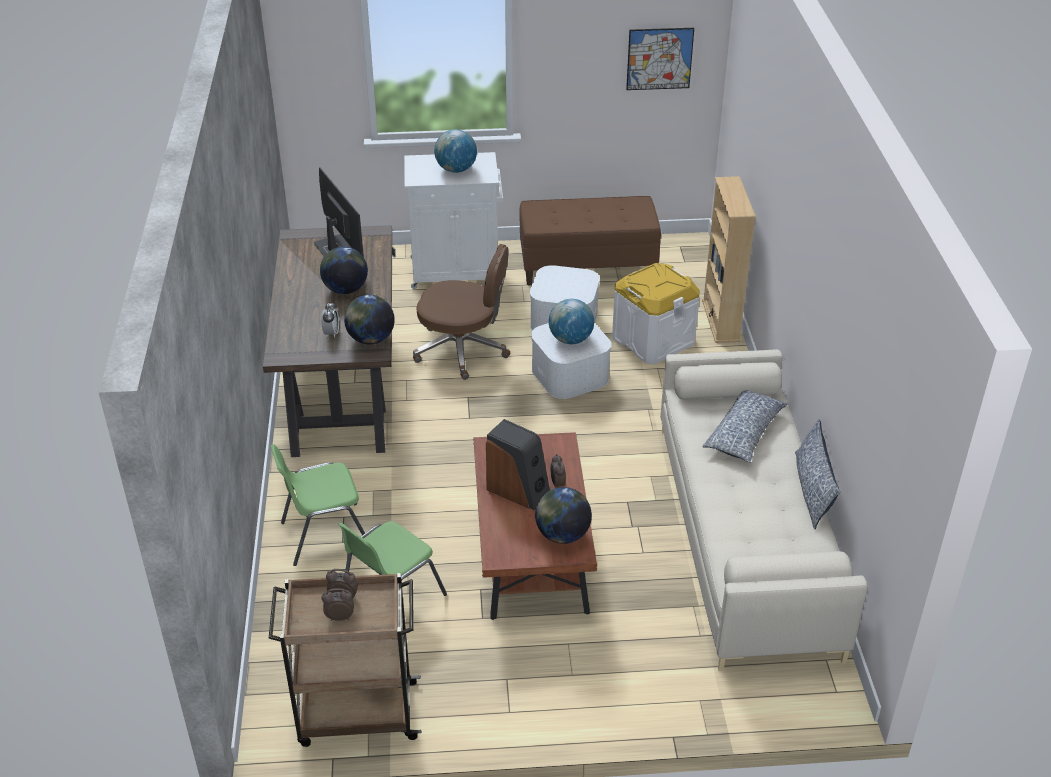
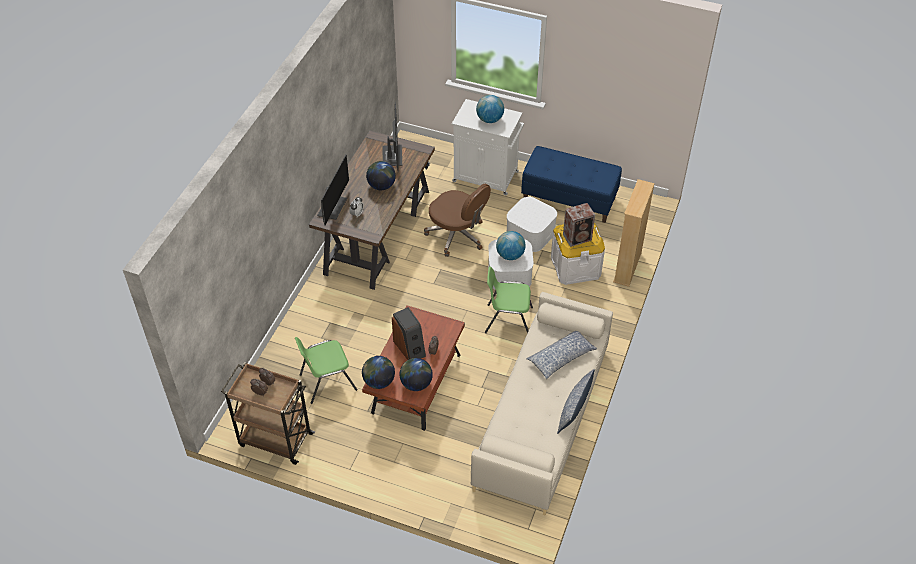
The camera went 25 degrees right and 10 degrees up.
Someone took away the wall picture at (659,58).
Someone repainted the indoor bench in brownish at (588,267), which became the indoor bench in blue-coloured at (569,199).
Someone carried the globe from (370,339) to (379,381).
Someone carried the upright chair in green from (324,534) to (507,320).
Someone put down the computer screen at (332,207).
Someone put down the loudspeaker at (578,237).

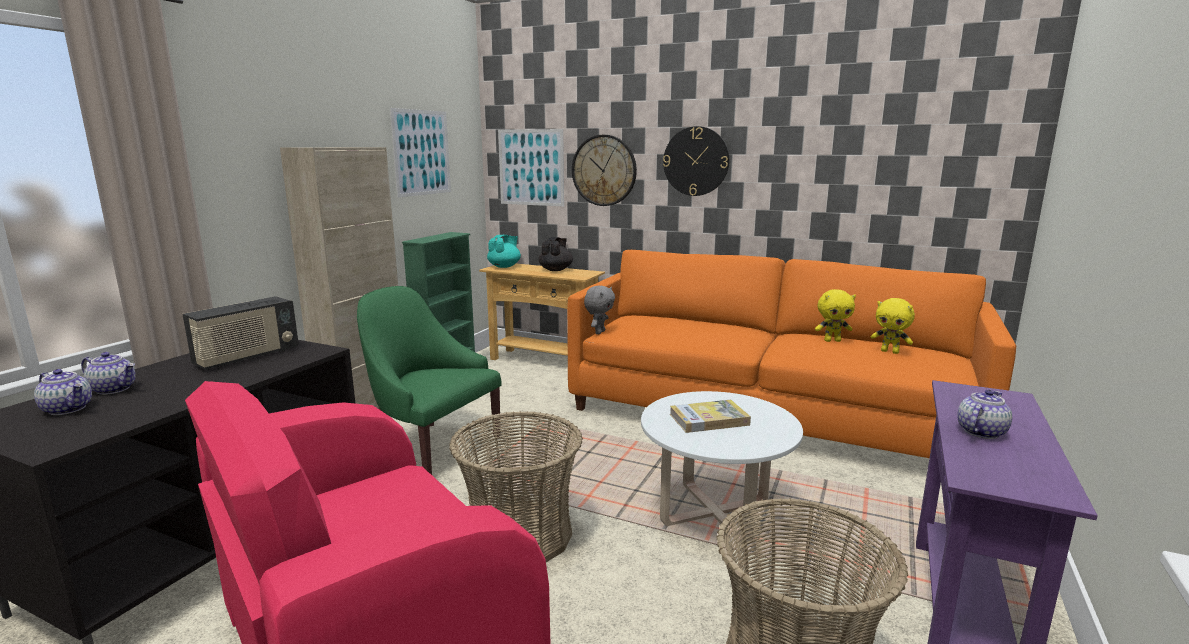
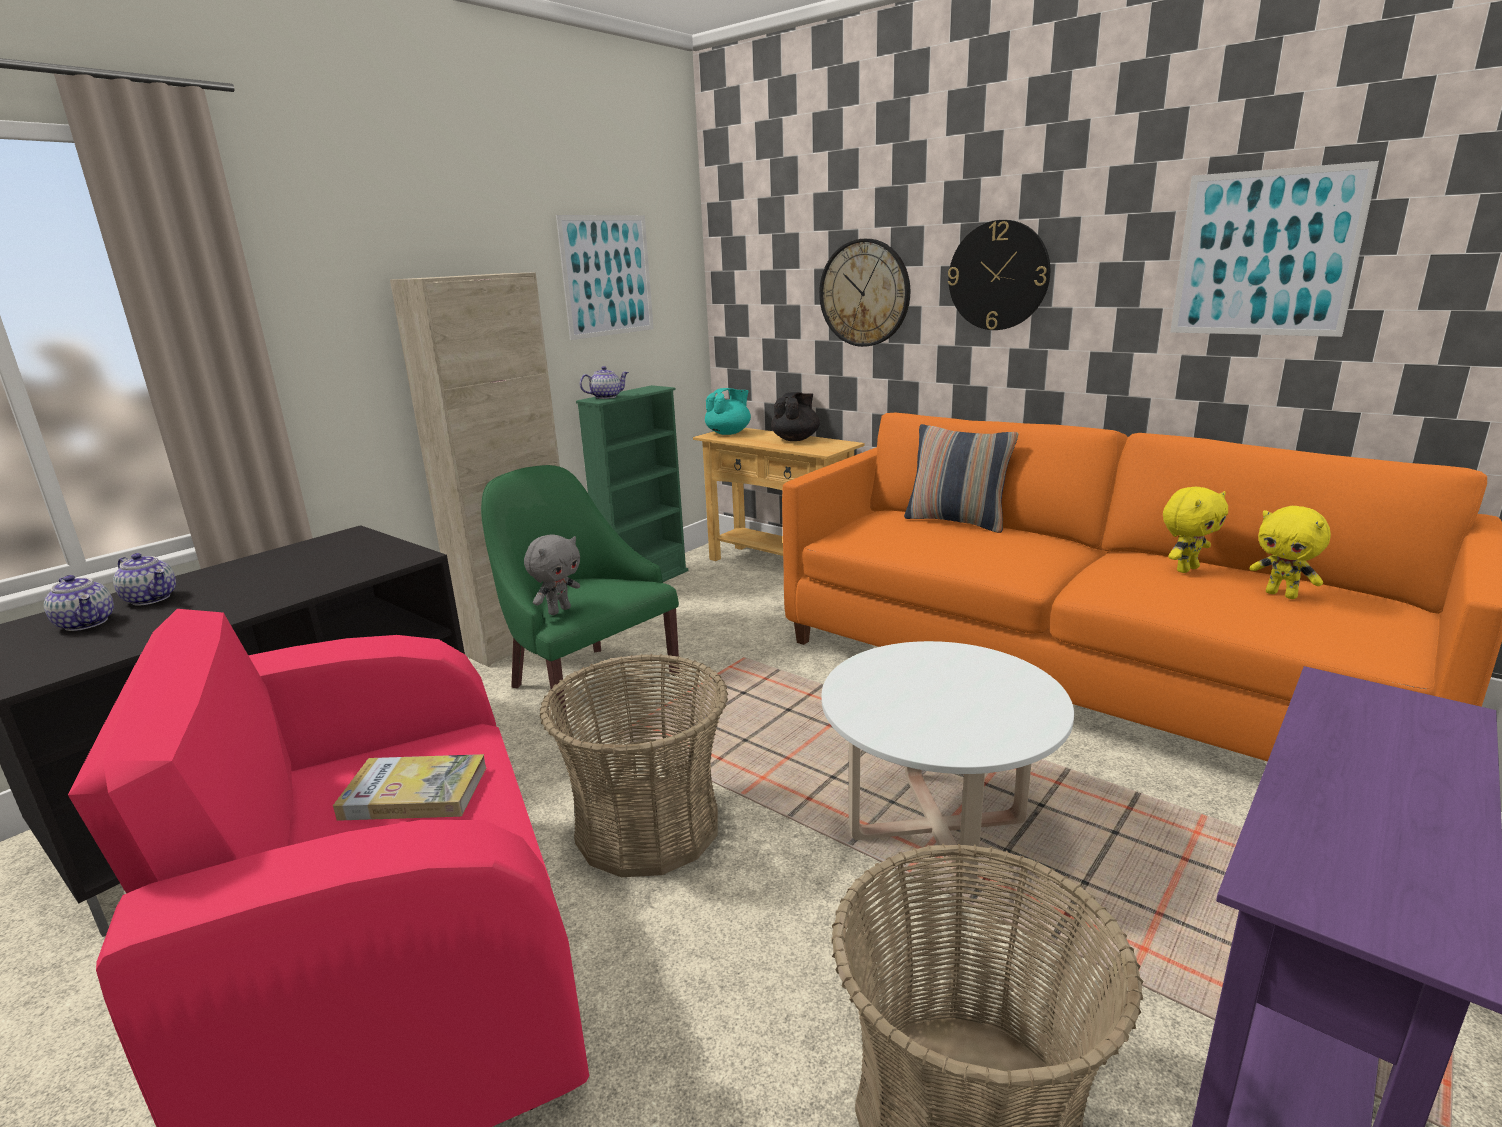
The camera went 15 degrees right and 5 degrees up.
Someone carried the wall picture from (531,167) to (1265,254).
Someone carried the plush toy in grey from (599,332) to (559,610).
Someone rotated the plush toy in yellow at (832,340) by 45 degrees counterclockwise.
Someone took away the radio set at (247,357).
Someone carried the teapot from (980,431) to (606,397).
Someone carried the bound book from (709,419) to (414,793).
Someone put down the pillow at (956,521).

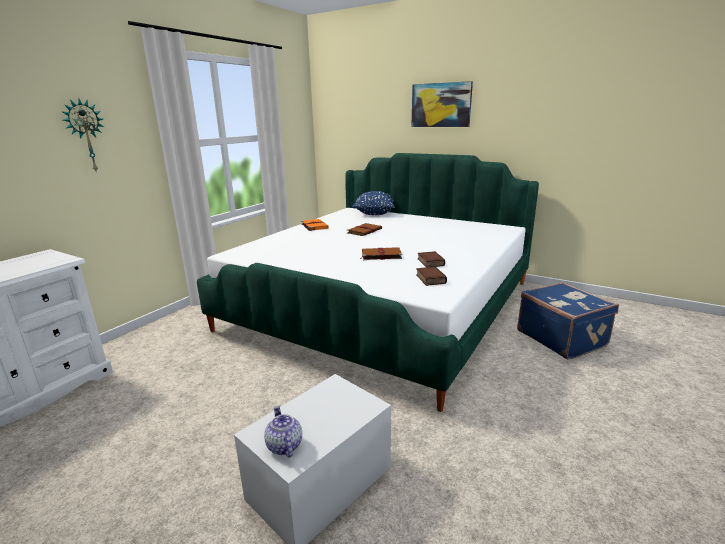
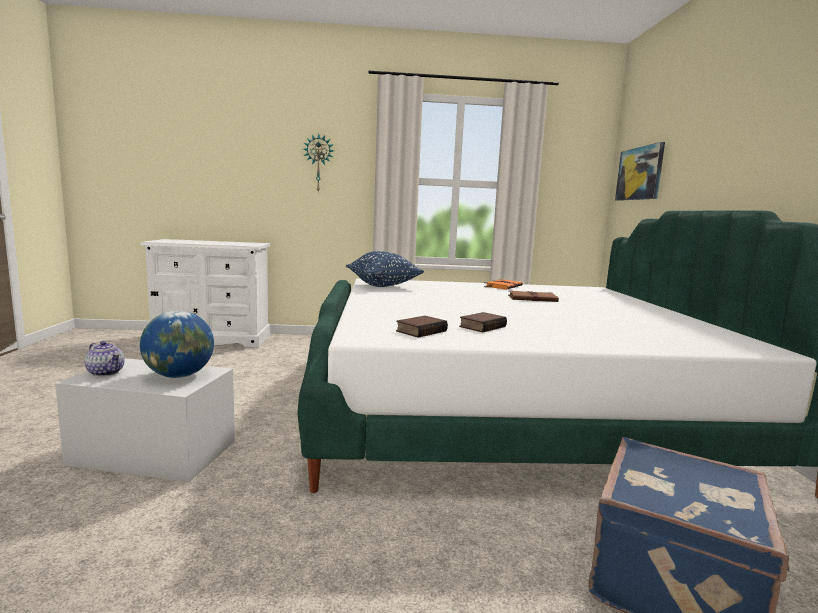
The camera went 55 degrees right and 10 degrees down.
Someone carried the wall picture from (441,105) to (639,173).
Someone carried the pillow in blue-coloured from (374,213) to (383,285).
Someone took away the bound book in brownish at (380,255).
Someone rotated the teapot at (284,445) by 90 degrees clockwise.
Someone put down the globe at (179,376).

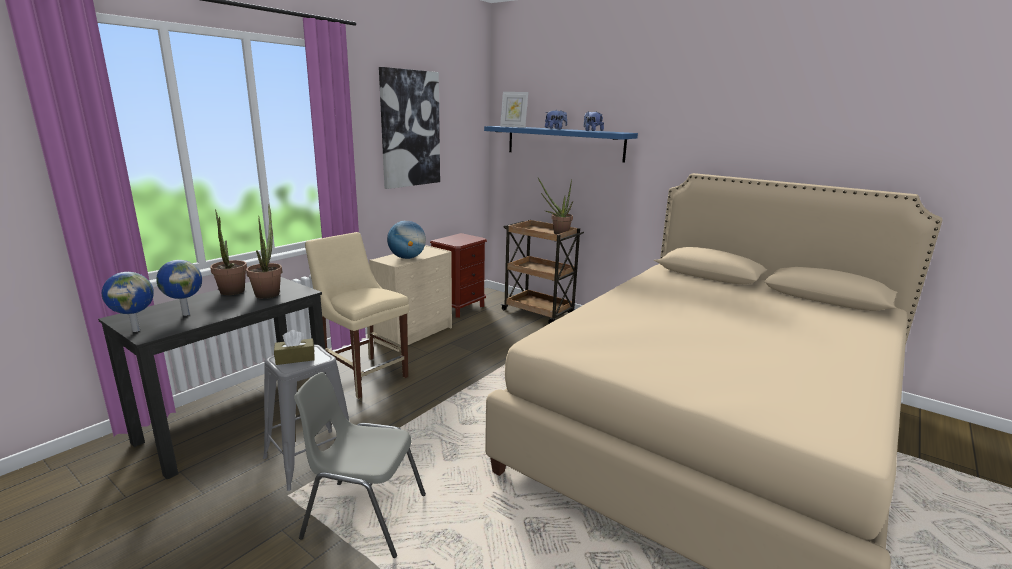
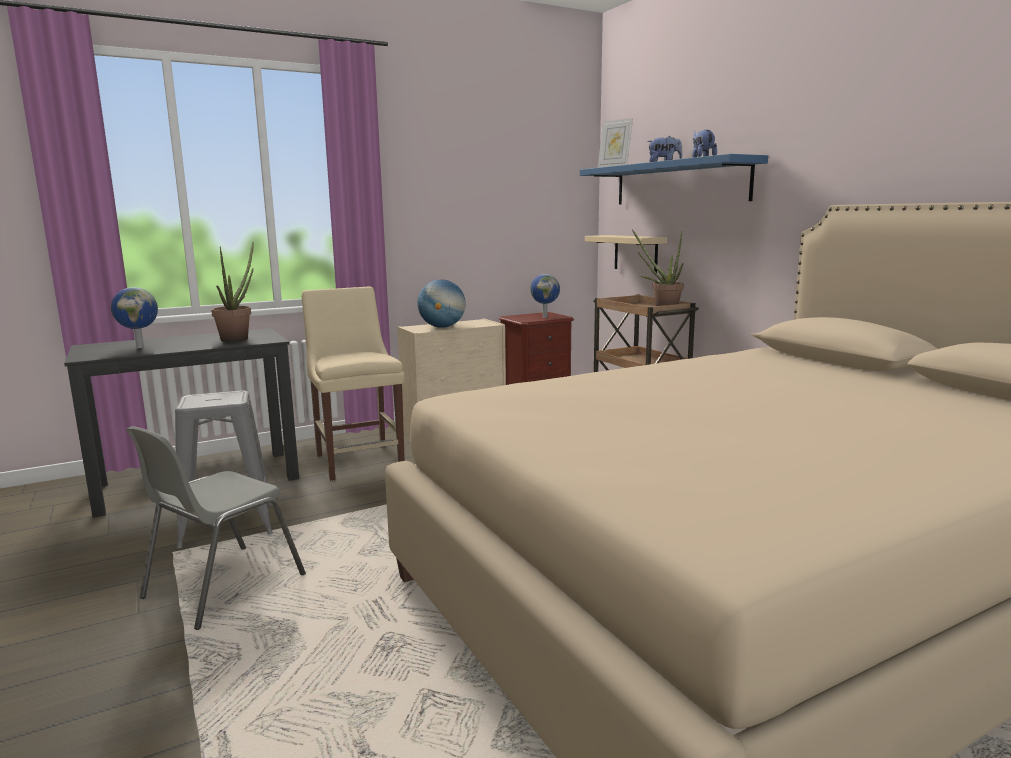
The camera went 25 degrees right and 5 degrees down.
Someone took away the wall picture at (410,129).
Someone took away the houseplant at (232,293).
Someone carried the globe from (136,330) to (545,317).
Someone took away the box of tissues in brownish at (295,358).
Someone rotated the upright chair in grey at (363,516) by 90 degrees counterclockwise.
Someone put up the shelf in sand-coloured at (635,253).

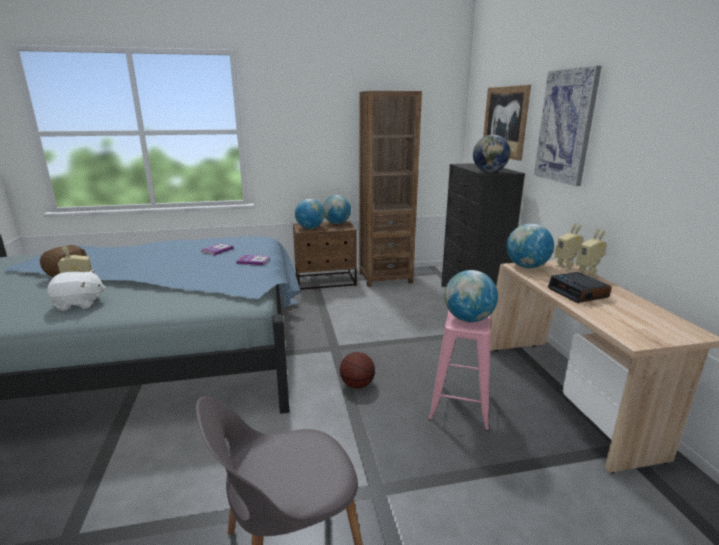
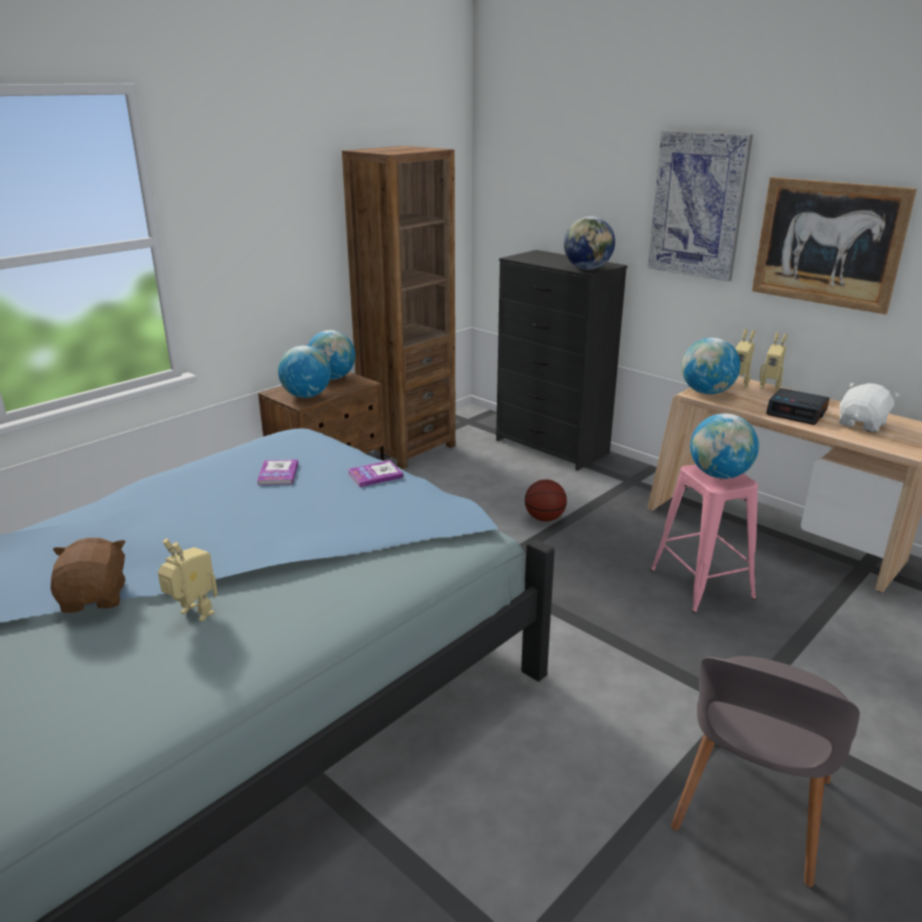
The camera went 35 degrees left and 5 degrees up.
Someone carried the wall picture from (505,122) to (828,243).
Someone carried the plush toy in white-coloured from (79,304) to (862,424).
Someone carried the basketball from (357,385) to (544,518).

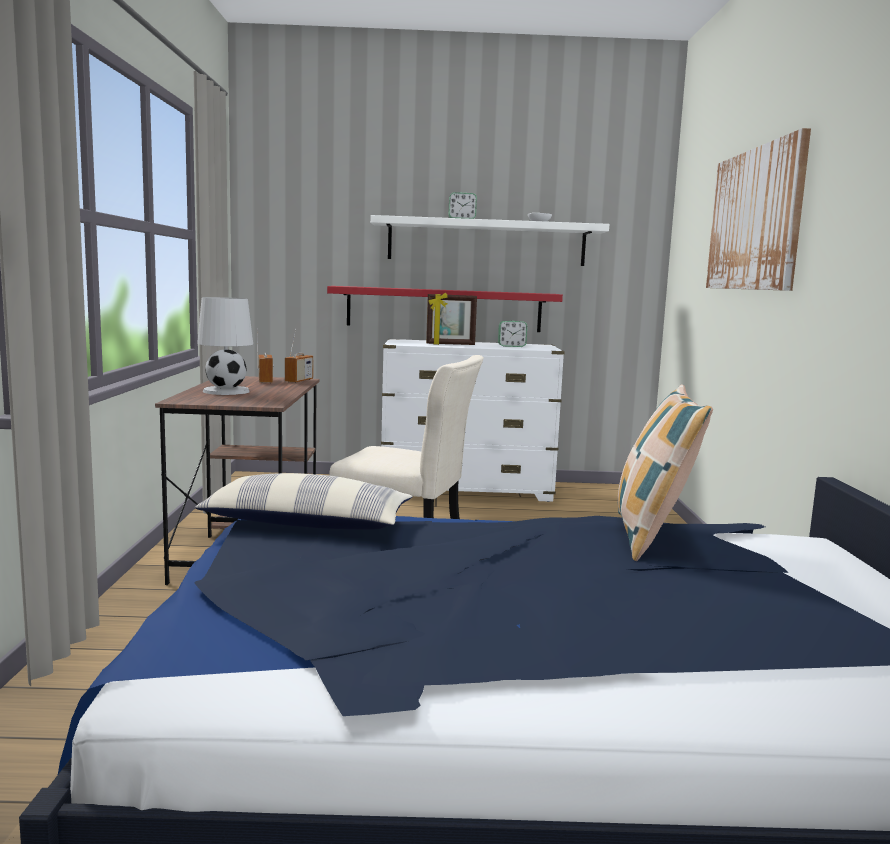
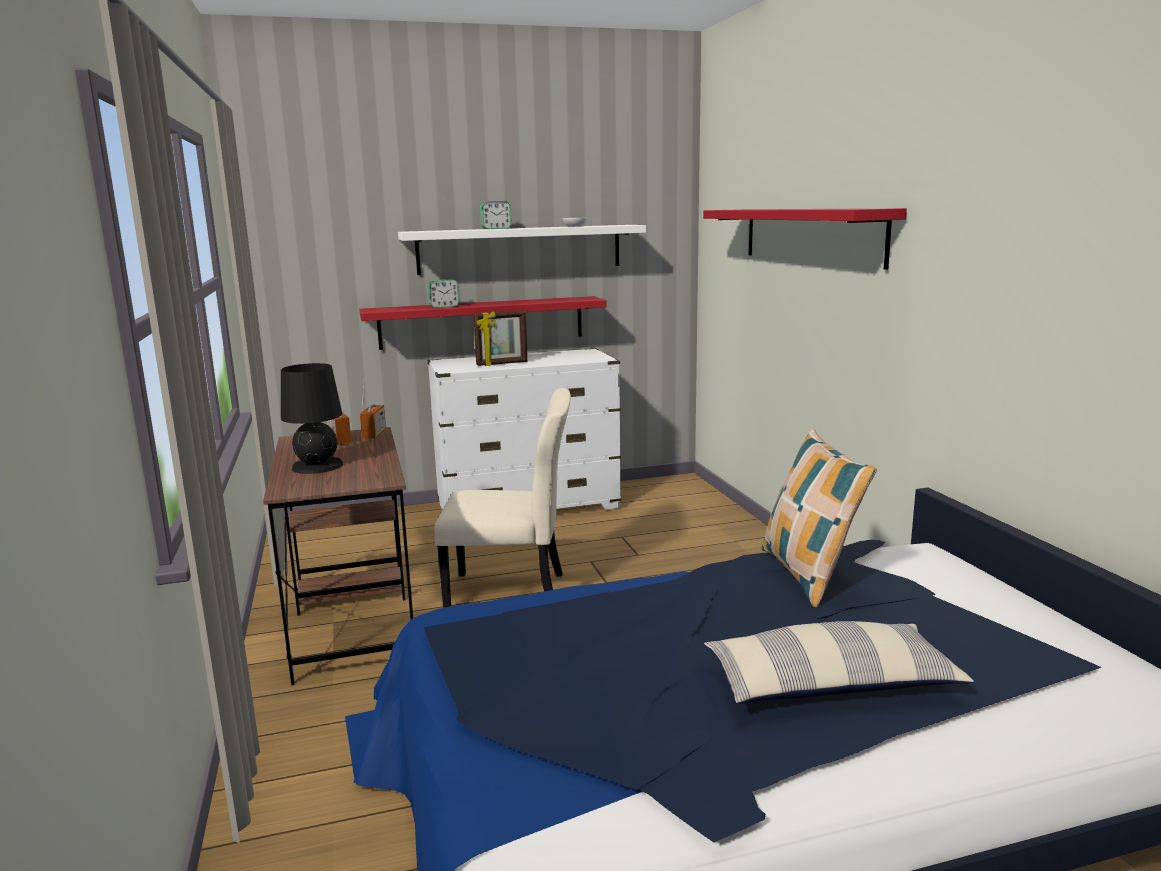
The camera went 15 degrees left and 5 degrees up.
Someone swapped the wall picture at (754,220) for the shelf in red-coloured at (810,235).
Someone repainted the tabletop lamp in white-coloured at (226,391), which became the tabletop lamp in black-coloured at (317,466).
Someone carried the alarm clock from (511,346) to (444,306).
Someone carried the pillow from (306,524) to (830,686).

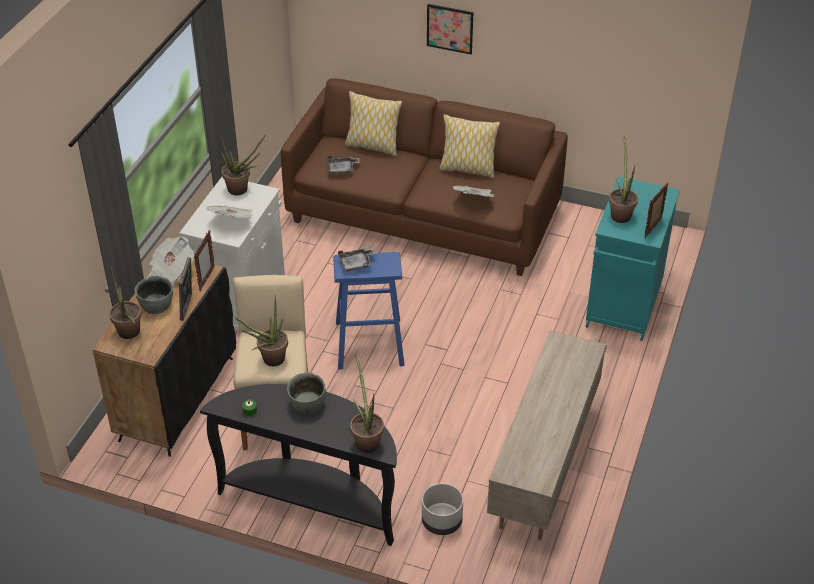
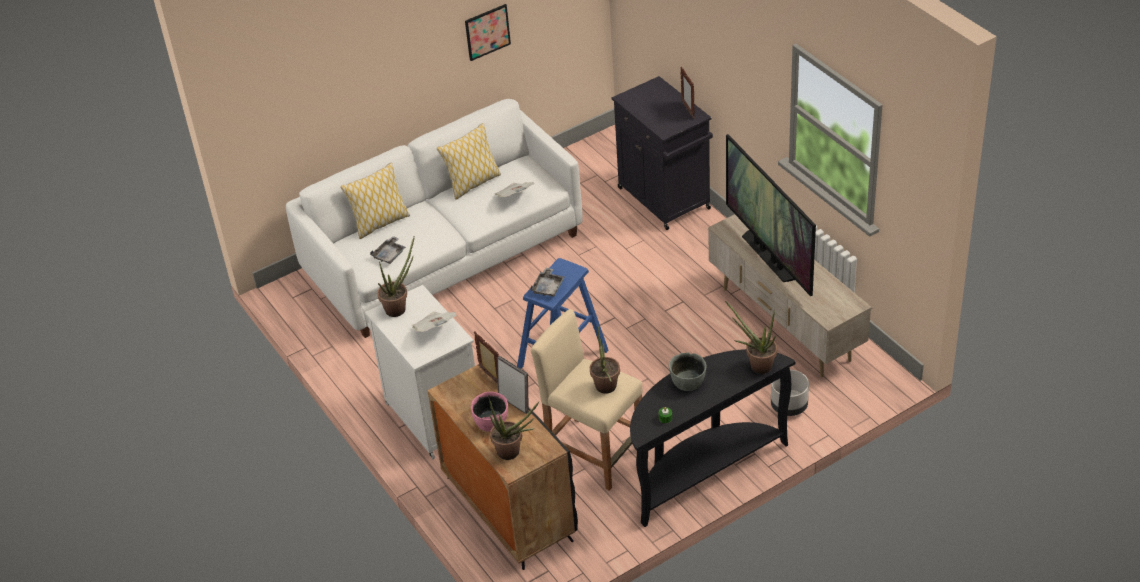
The camera went 50 degrees left and 0 degrees up.
Someone carried the wall picture from (450,28) to (487,32).
Someone repainted the settee in brownish at (424,214), which became the settee in white-coloured at (444,254).
Someone took away the houseplant at (620,213).
Someone repainted the storage cabinet in turquoise-coloured at (623,306), which became the storage cabinet in black-coloured at (665,199).
Someone took away the newspaper at (170,272).
Someone repainted the bowl in grey at (156,305), which became the bowl in pinkish at (491,421).
Someone put down the television at (769,256).

